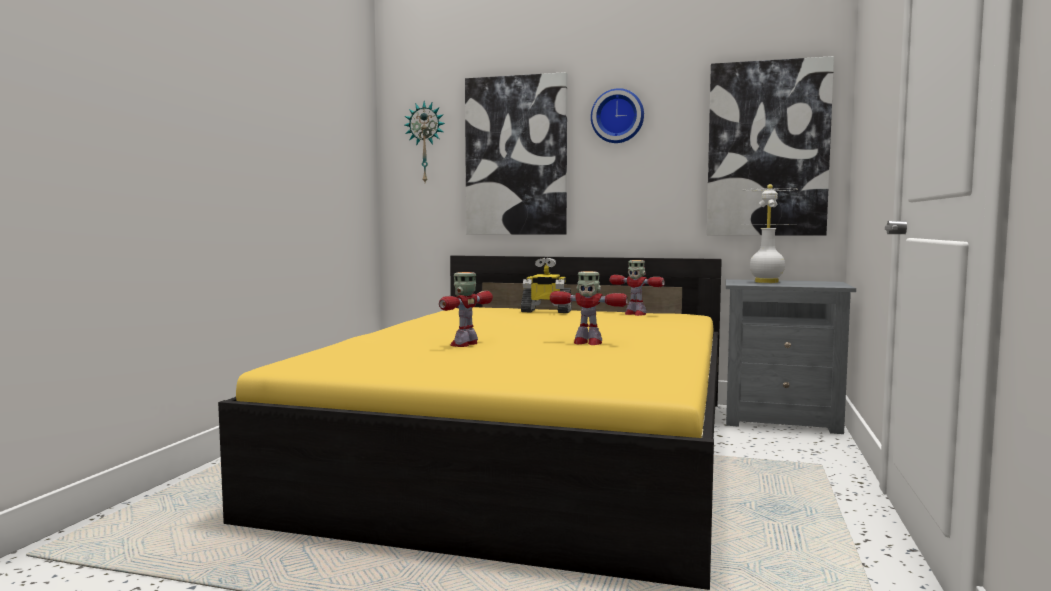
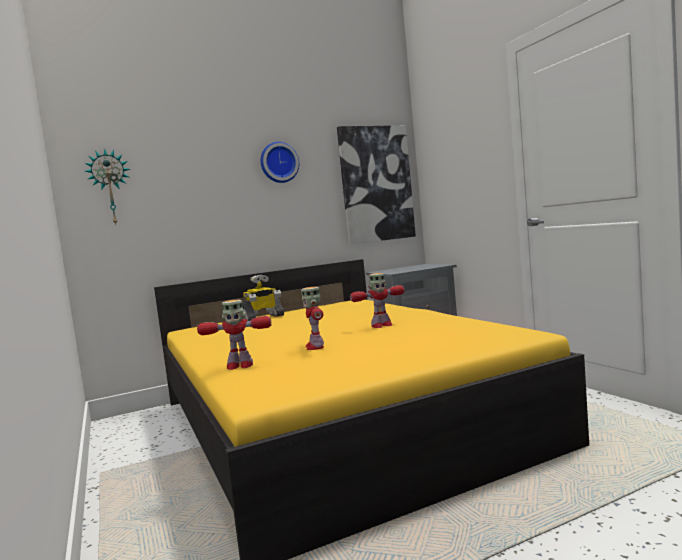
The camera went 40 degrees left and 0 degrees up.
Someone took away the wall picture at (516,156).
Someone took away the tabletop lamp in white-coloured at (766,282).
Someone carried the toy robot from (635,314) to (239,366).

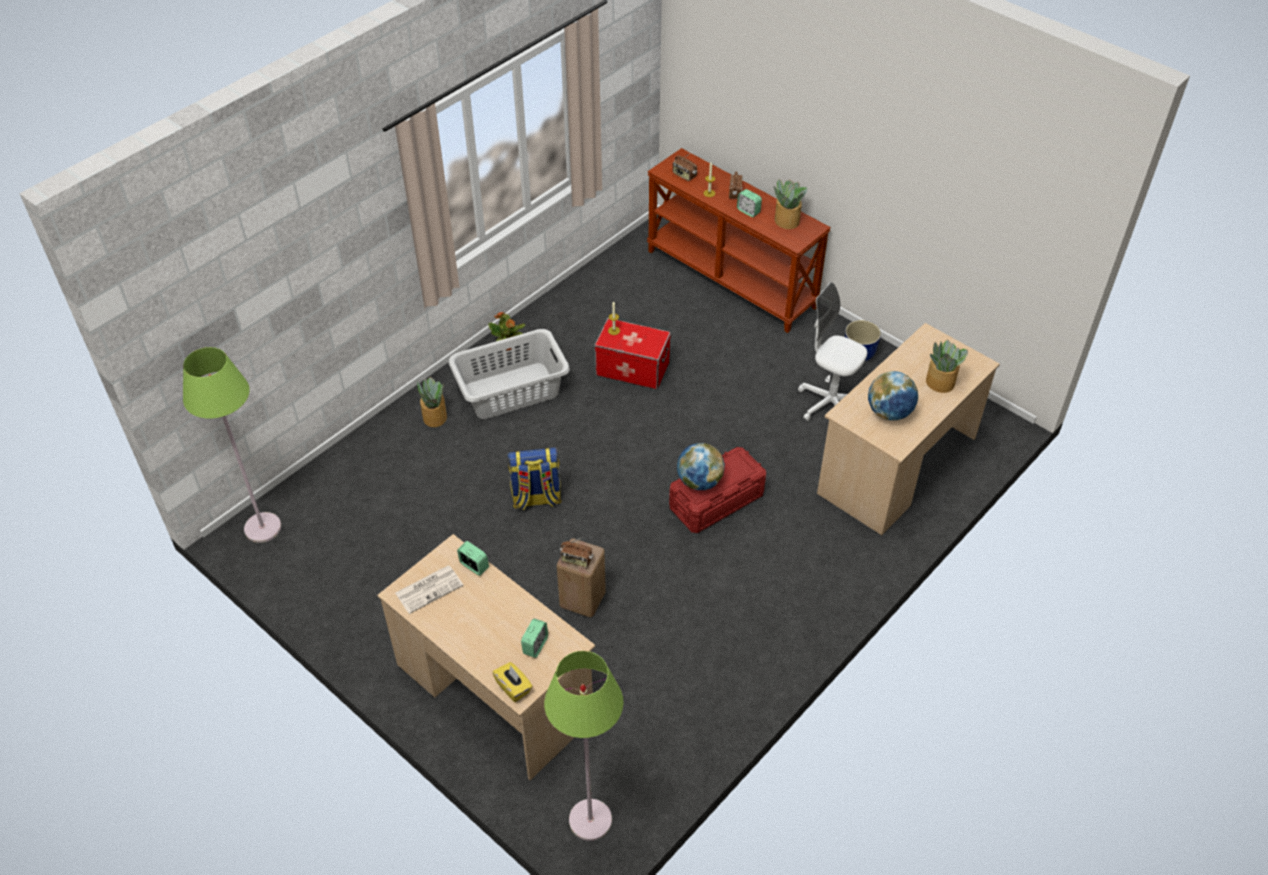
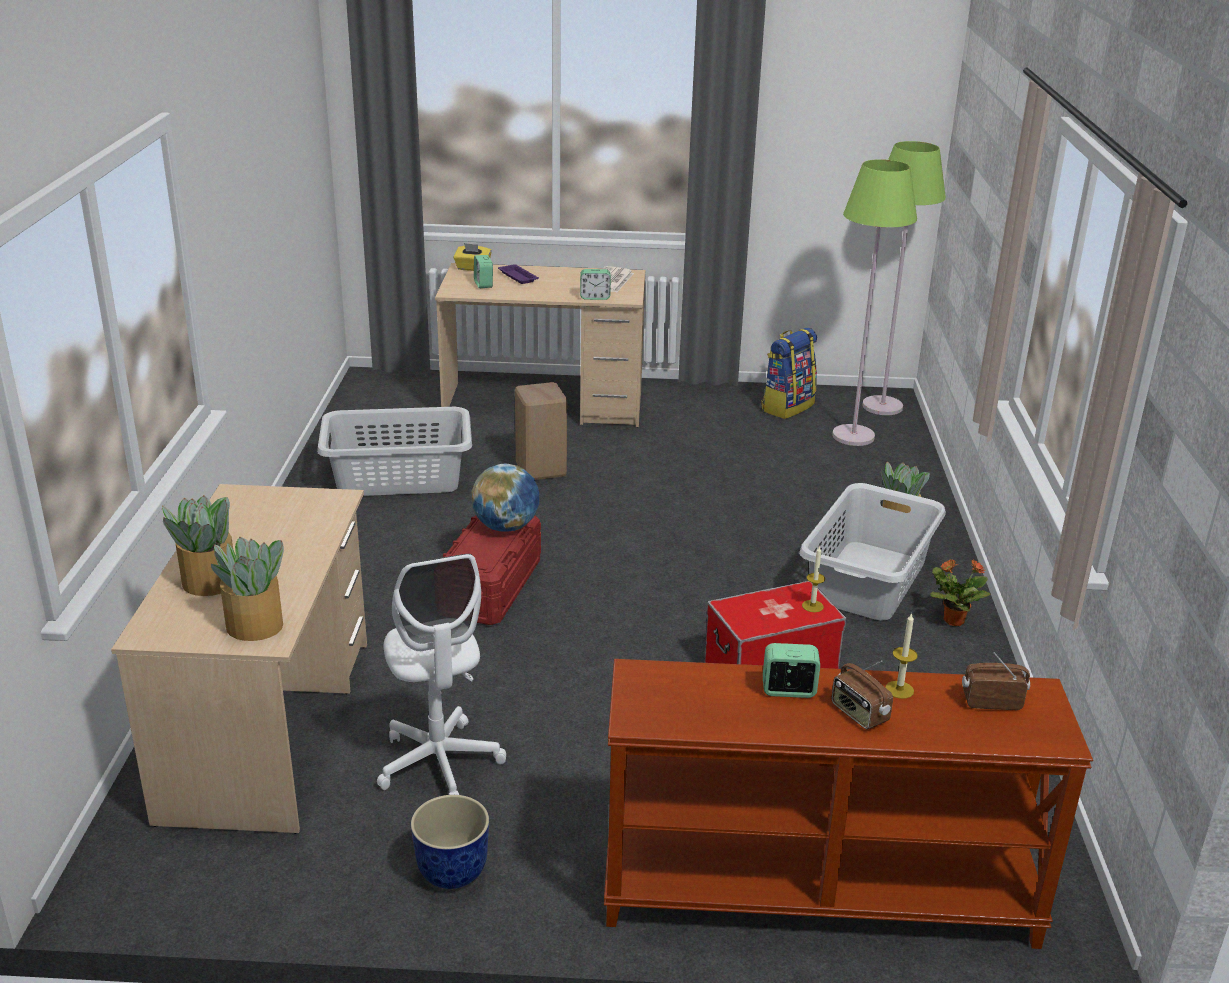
The camera went 140 degrees right and 20 degrees down.
Someone carried the houseplant from (786,220) to (255,626).
Someone rotated the desk chair in white-coloured at (829,404) by 75 degrees clockwise.
Someone took away the globe at (889,412).
Someone carried the knapsack from (536,498) to (787,407).
Someone took away the radio set at (576,560).
Someone carried the floor lamp in green from (590,820) to (853,436).
Someone put down the serving tray in purplish at (517,277).
Someone put down the laundry basket in grey at (397,477).

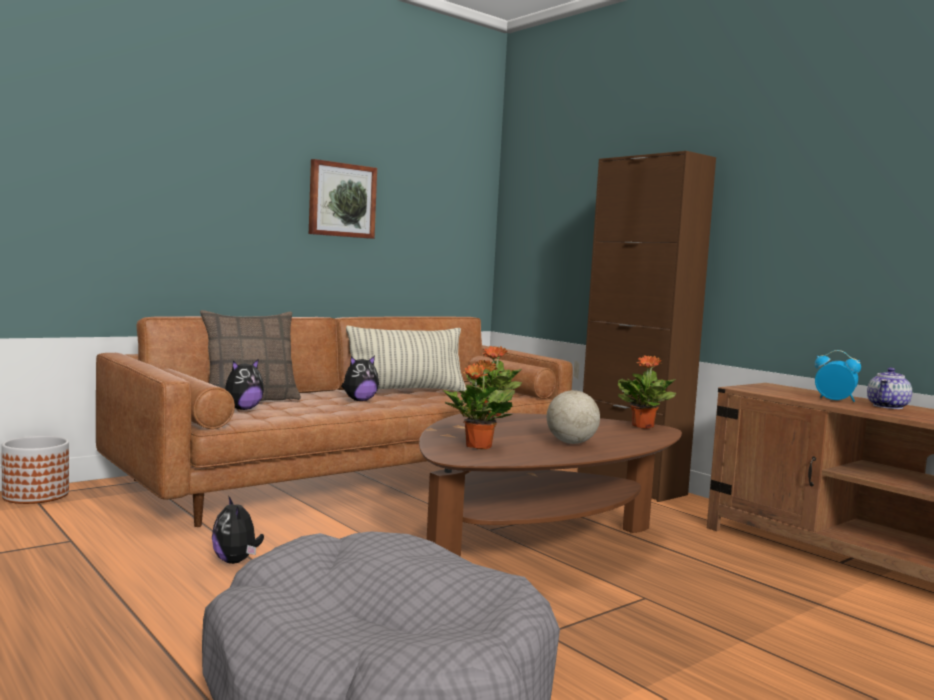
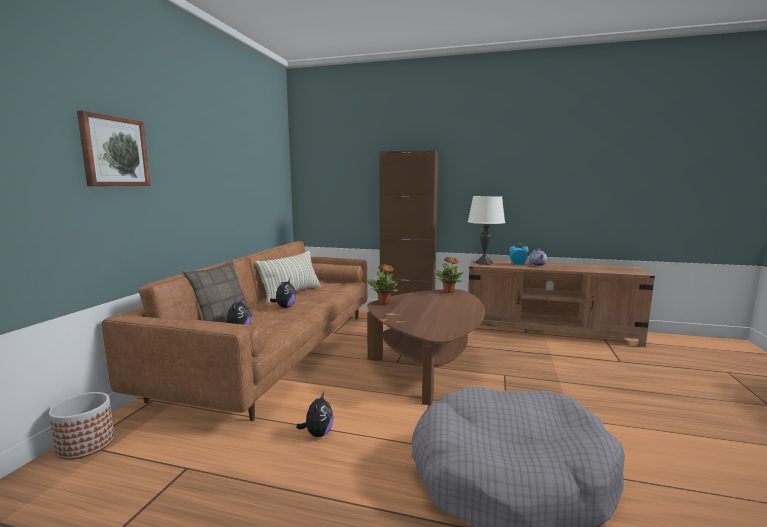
The camera went 35 degrees left and 5 degrees up.
Someone carried the wall picture from (341,200) to (114,151).
Someone took away the houseplant at (478,447).
Someone took away the globe at (571,443).
Someone rotated the plush toy at (236,561) by 105 degrees counterclockwise.
Someone put down the tabletop lamp in white-coloured at (484,263).

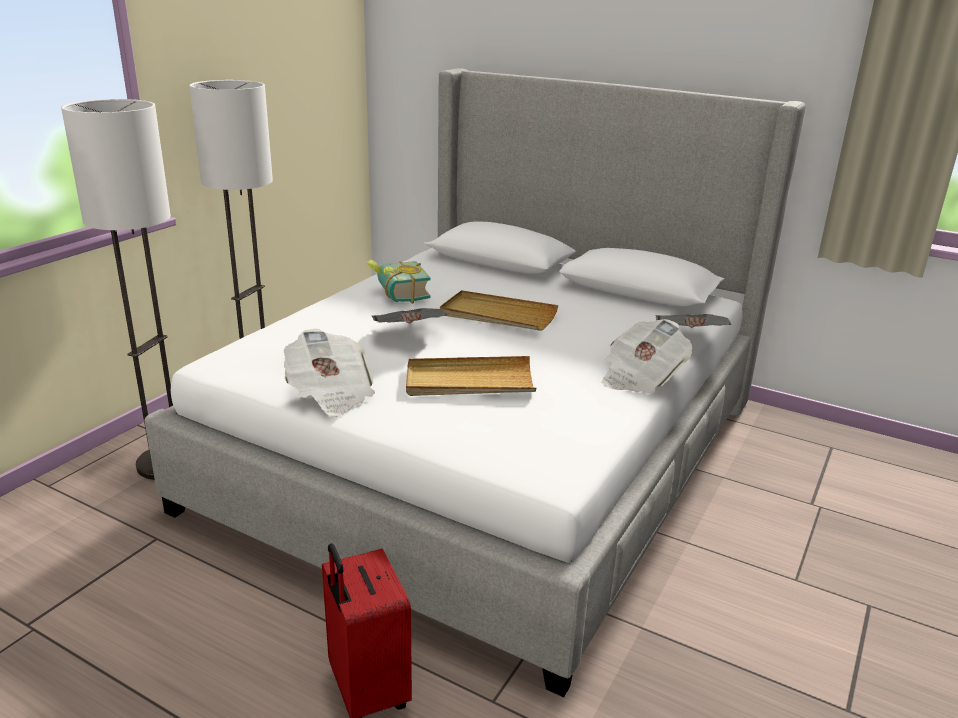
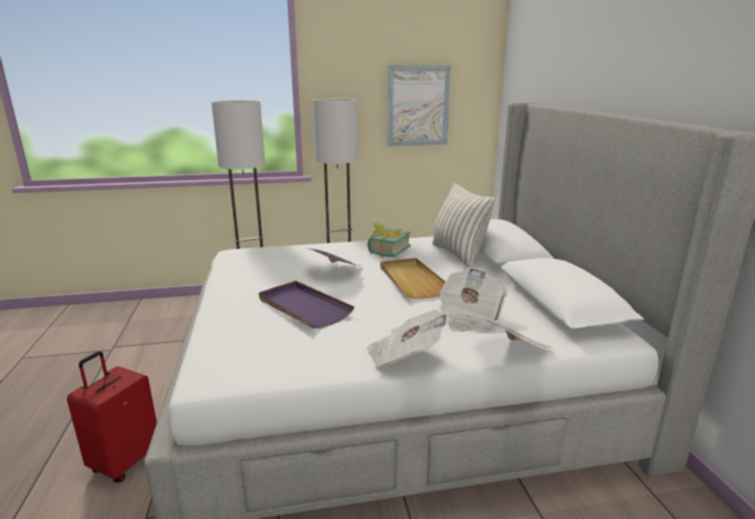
The camera went 50 degrees right and 5 degrees down.
Someone carried the newspaper from (330,394) to (469,317).
Someone repainted the serving tray in sand-coloured at (469,381), which became the serving tray in purplish at (303,307).
Someone put up the wall picture at (418,106).
Someone put down the pillow at (458,254).

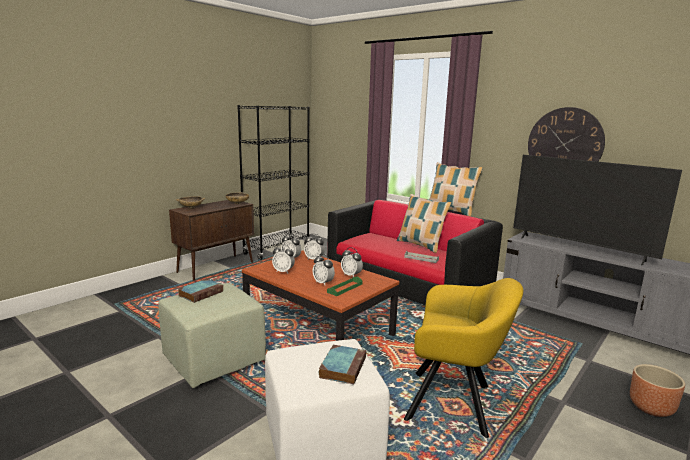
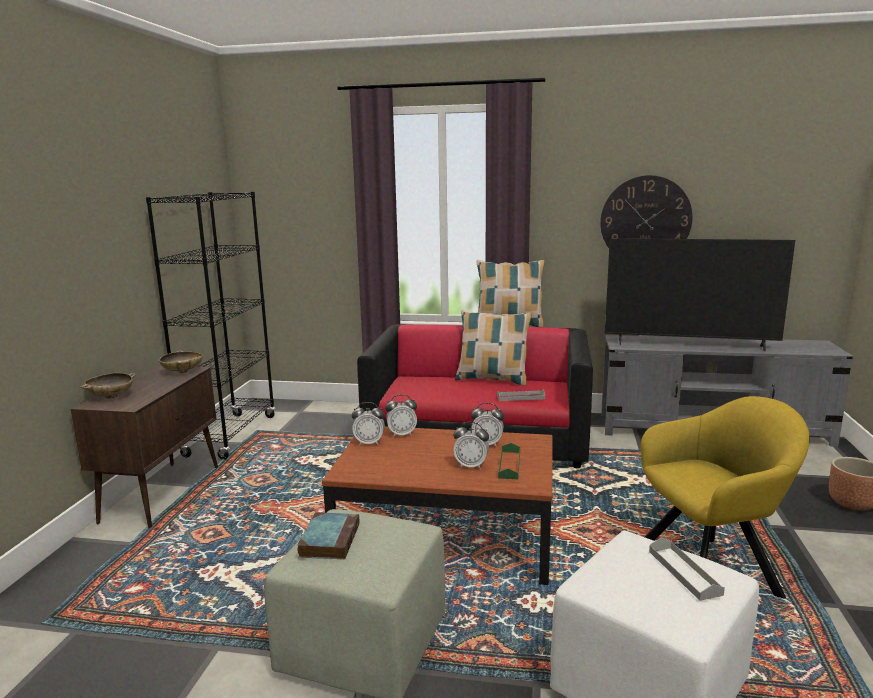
The camera went 30 degrees left and 0 degrees up.
Someone took away the alarm clock at (283,271).
Someone swapped the bound book at (342,367) for the serving tray in grey at (684,572).

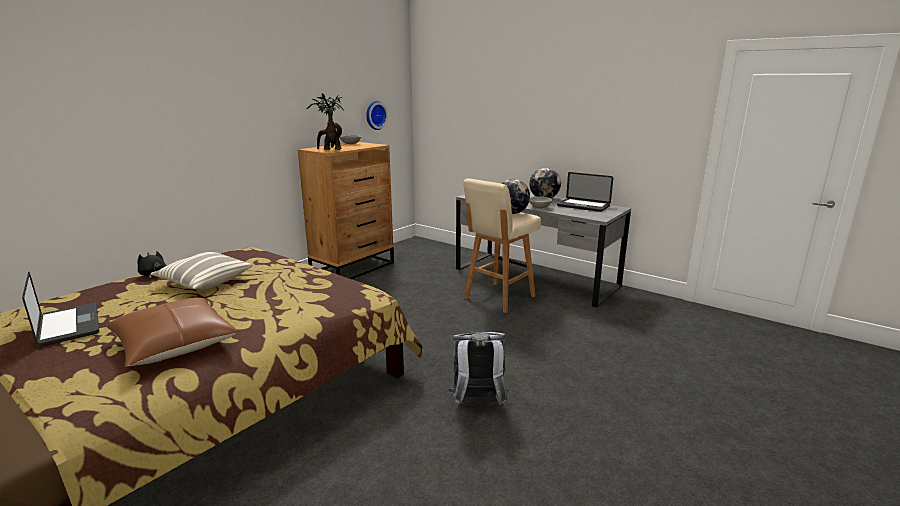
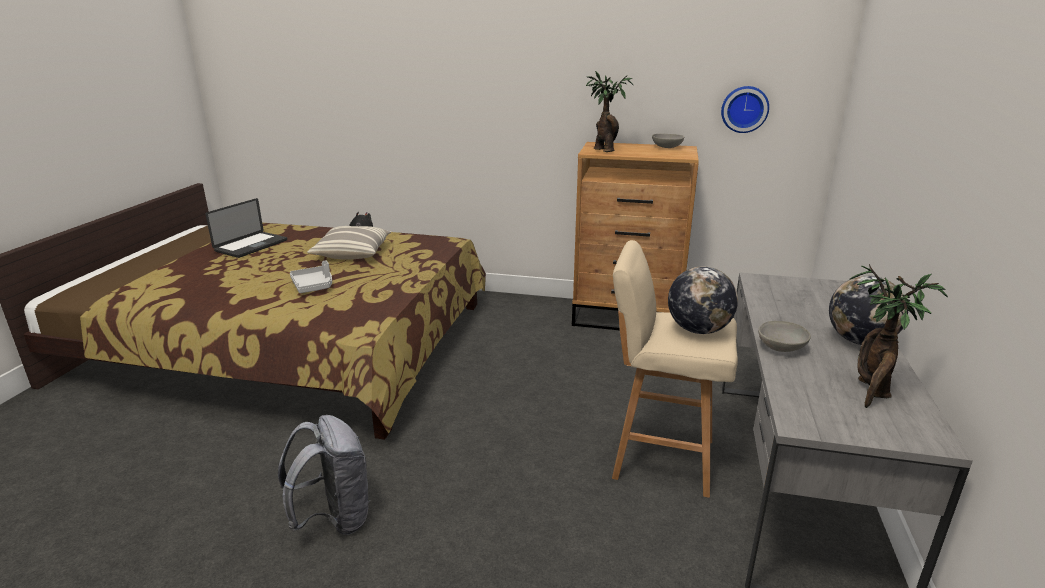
The camera went 65 degrees right and 5 degrees up.
Someone swapped the notebook computer at (583,206) for the houseplant at (872,391).
Someone took away the pillow in brownish at (174,344).
Someone put down the serving tray in grey at (313,286).

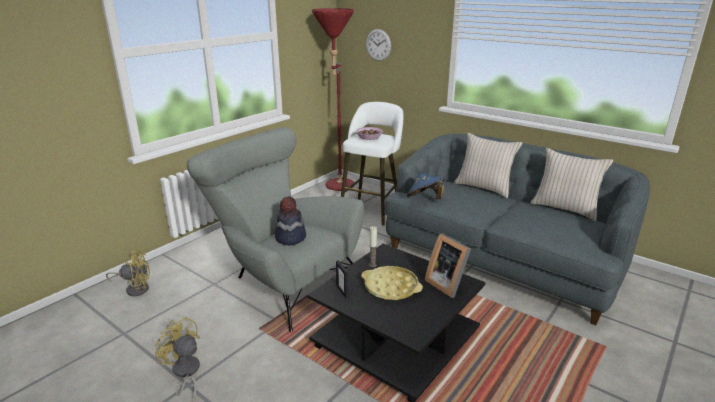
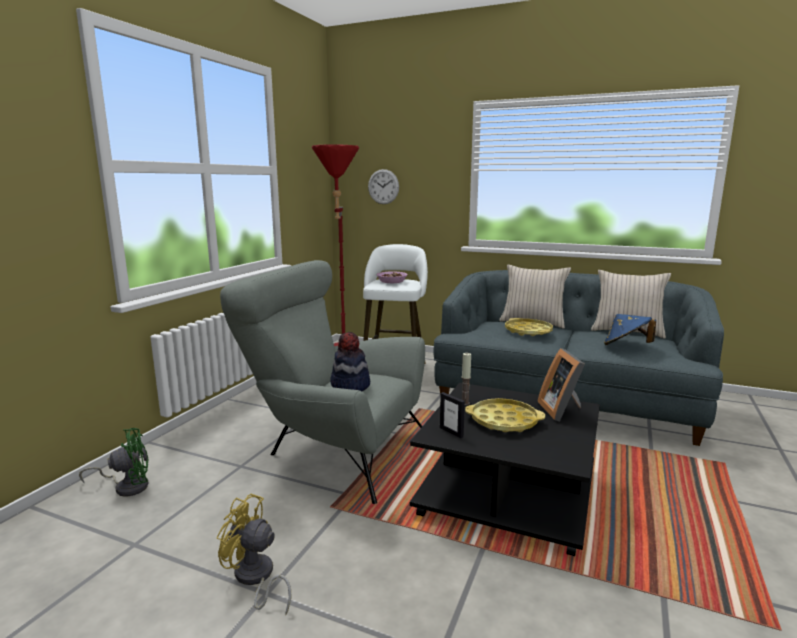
The camera went 15 degrees left and 10 degrees down.
Someone carried the wearable hat in blue-coloured from (425,199) to (626,346).
Someone rotated the photo frame at (447,284) by 45 degrees clockwise.
Someone repainted the cooling fan in yellow at (135,288), which became the cooling fan in green at (127,486).
Someone put down the serving tray in yellow at (528,331).

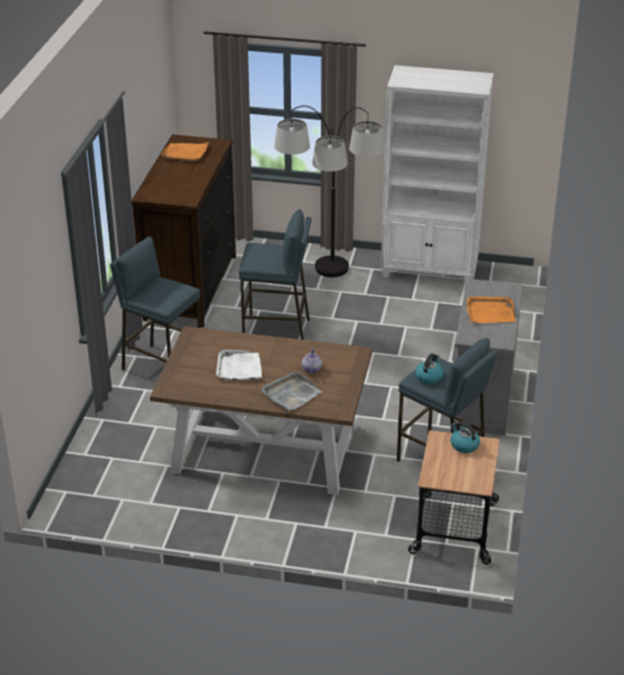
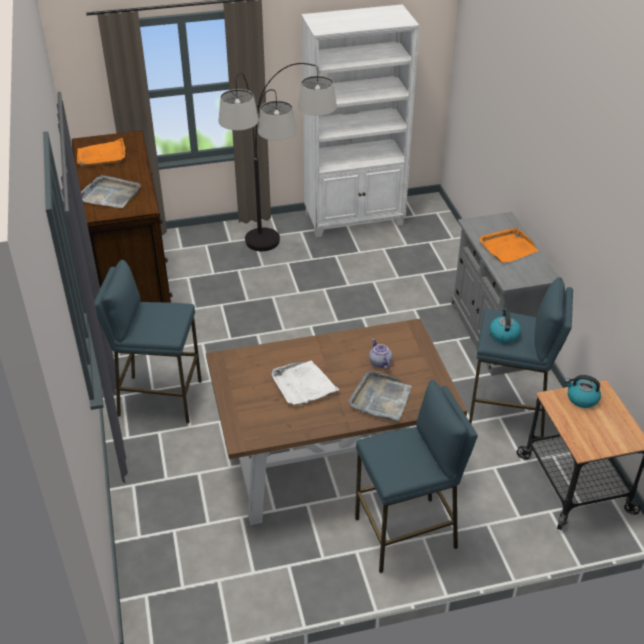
The camera went 25 degrees left and 5 degrees up.
Someone carried the stool seat in blue-coloured from (277,331) to (406,534).
Someone put down the serving tray in grey at (110,194).

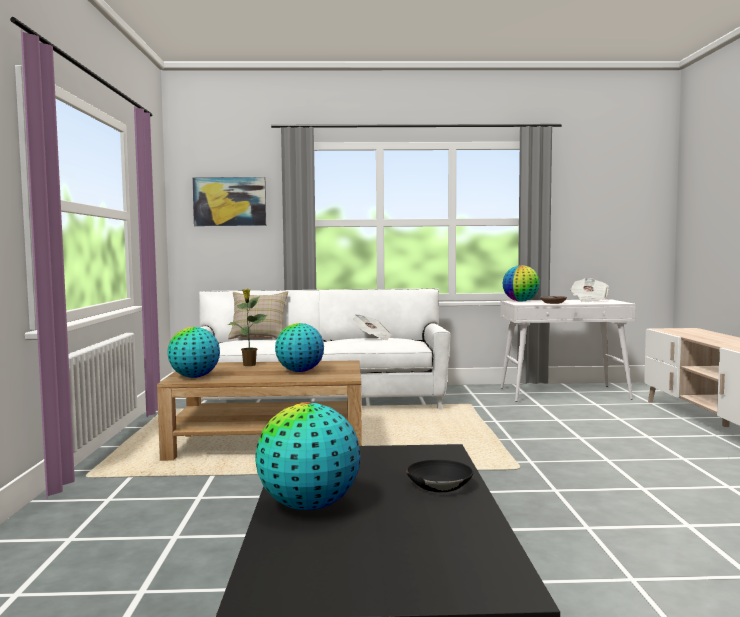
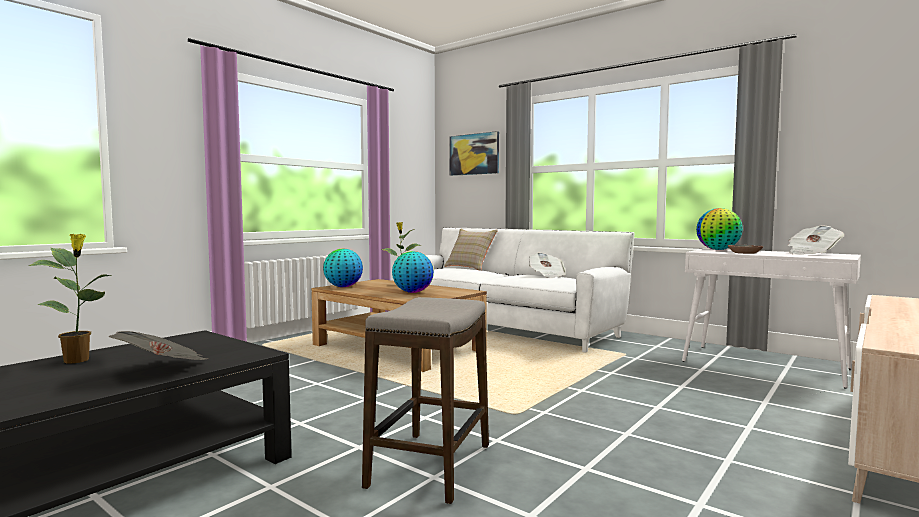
The camera went 40 degrees right and 0 degrees up.
Someone swapped the globe at (308,506) for the houseplant at (78,360).
Someone swapped the bowl in black-coloured at (439,484) for the newspaper at (164,370).
Someone put down the stool seat at (430,466).

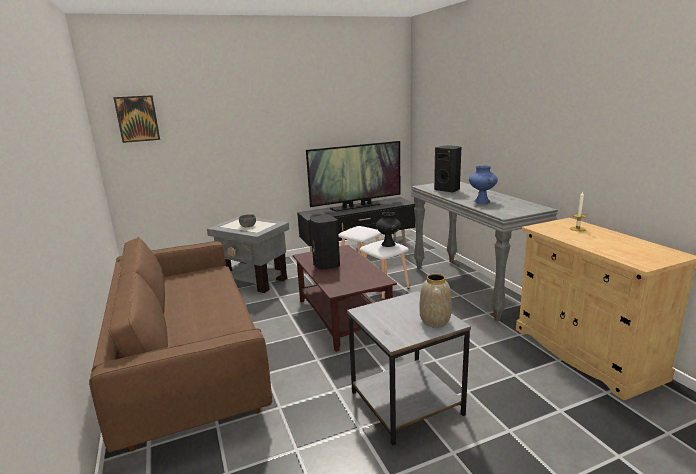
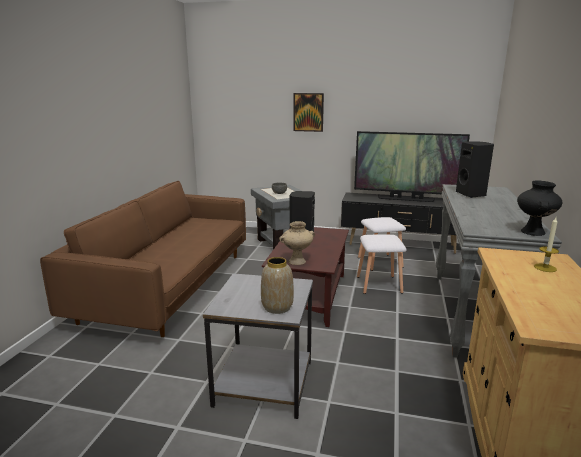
The camera went 35 degrees right and 0 degrees up.
Someone carried the wall picture from (137,119) to (308,112).
Someone took away the vase in blue-coloured at (481,201).
Someone carried the vase in black-coloured from (389,244) to (533,232).
Someone put down the vase in sand-coloured at (297,262).

